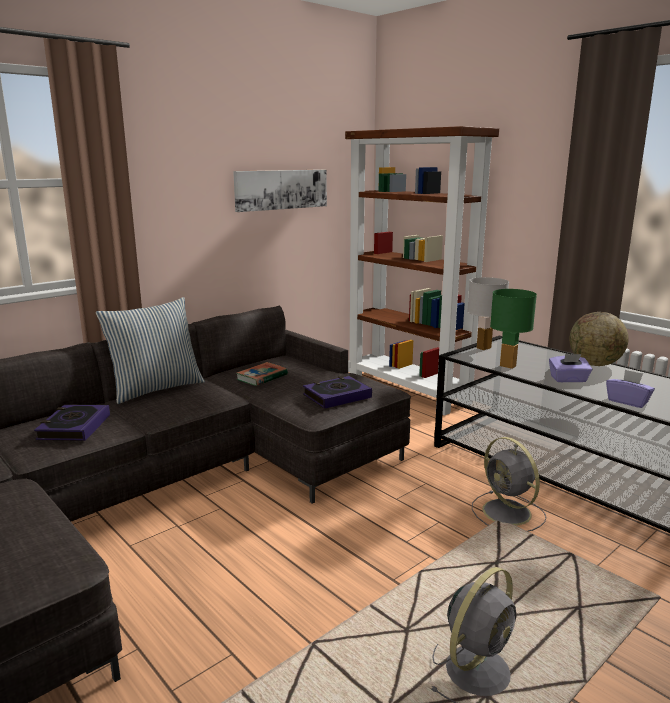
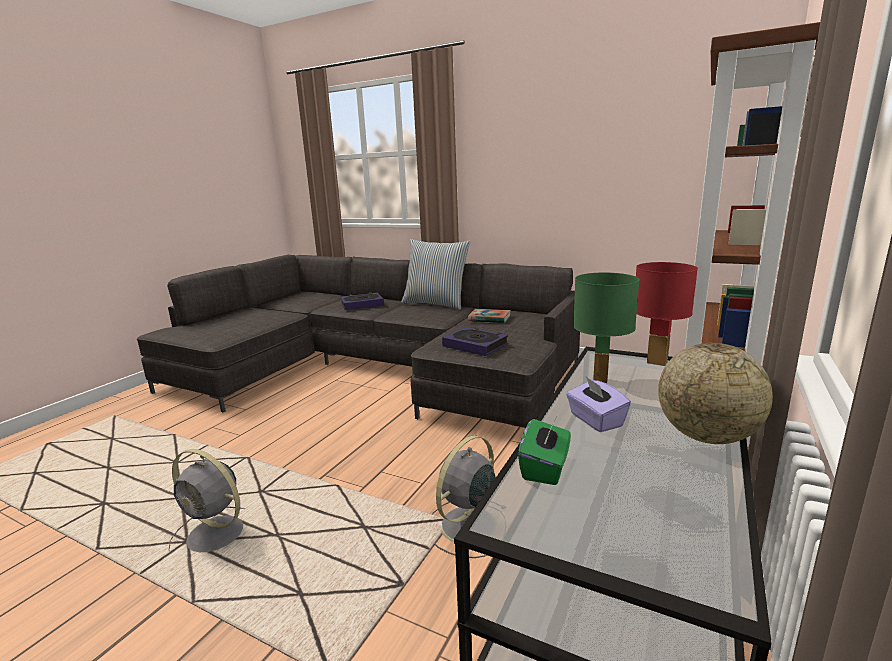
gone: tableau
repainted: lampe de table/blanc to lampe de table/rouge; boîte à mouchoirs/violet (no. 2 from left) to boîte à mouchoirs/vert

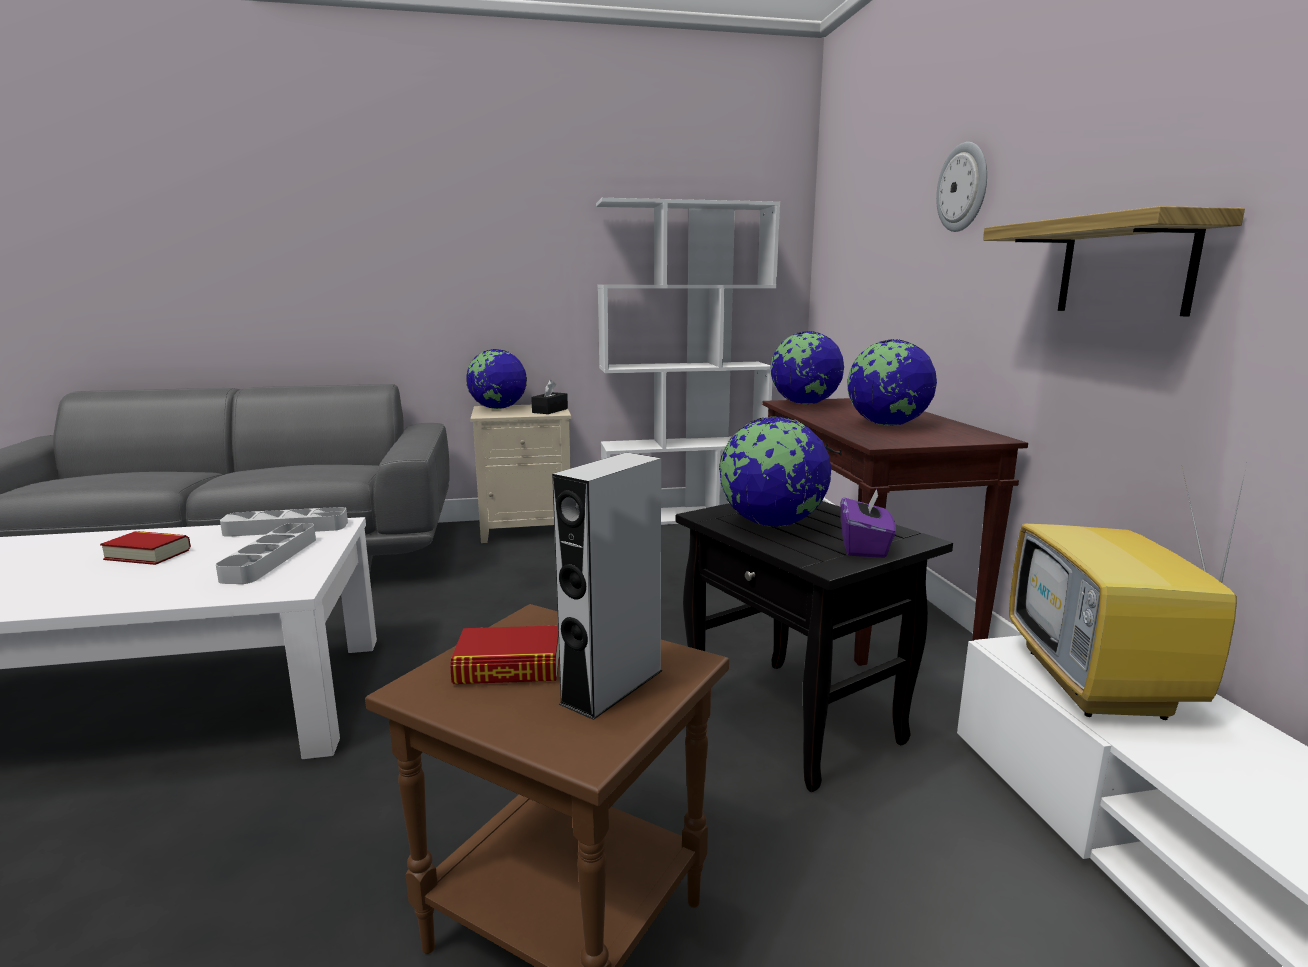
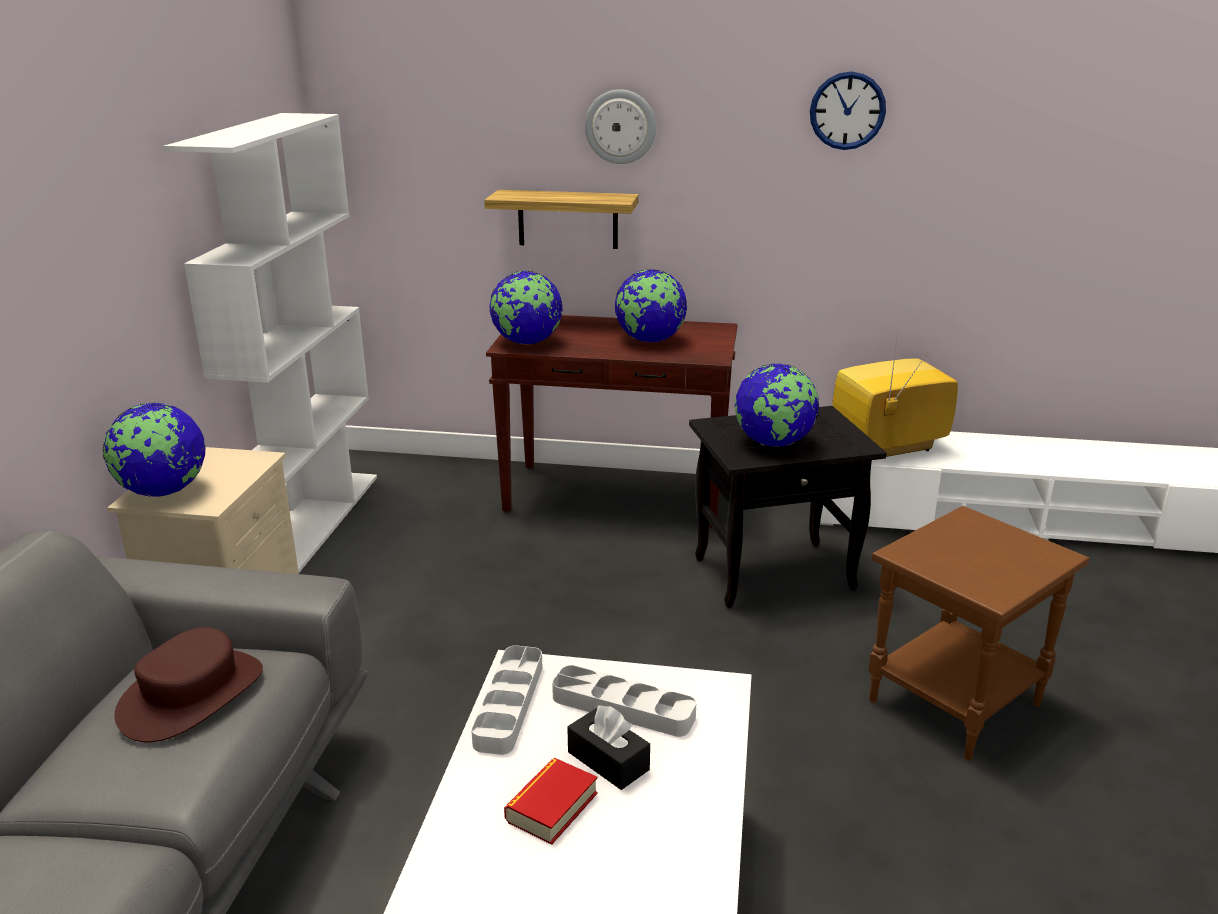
gone: livre (no. 2 from left); enceinte/gris; boîte à mouchoirs/violet
new: chapeau/marron; horloge murale (no. 2 from left)
shifted: boîte à mouchoirs/noir; étagère
rotated: téléviseur 135 degrees clockwise

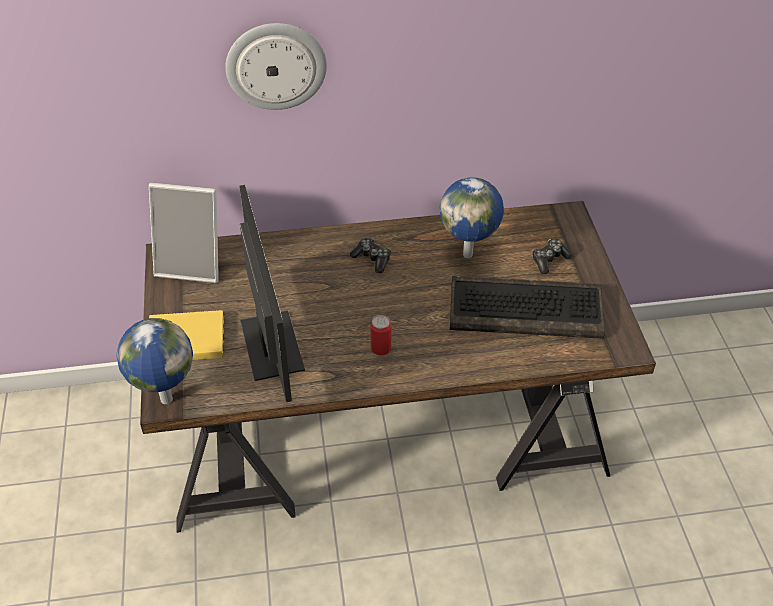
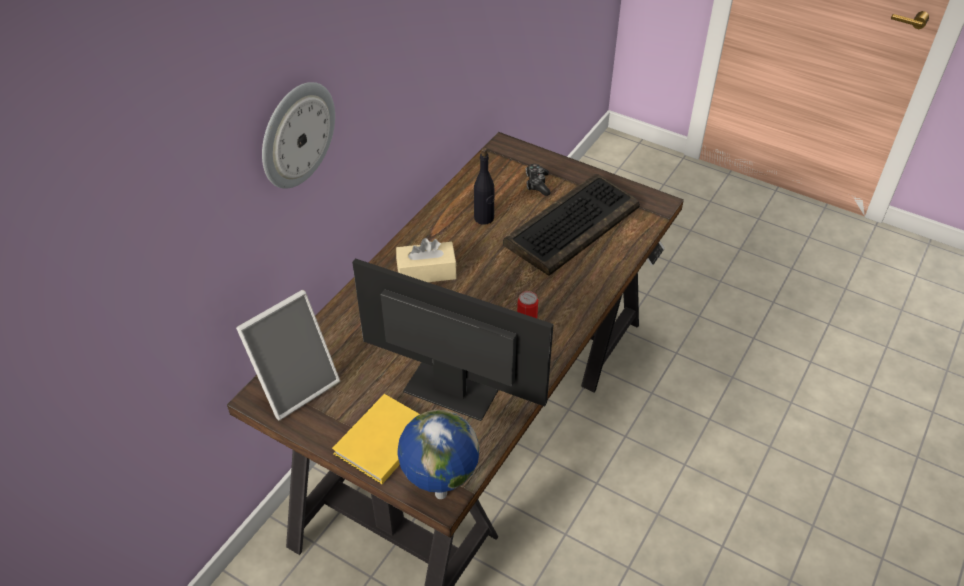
swapped: manette (no. 1 from left) to boîte à mouchoirs/beige; globe (no. 2 from left) to bouteille/noir

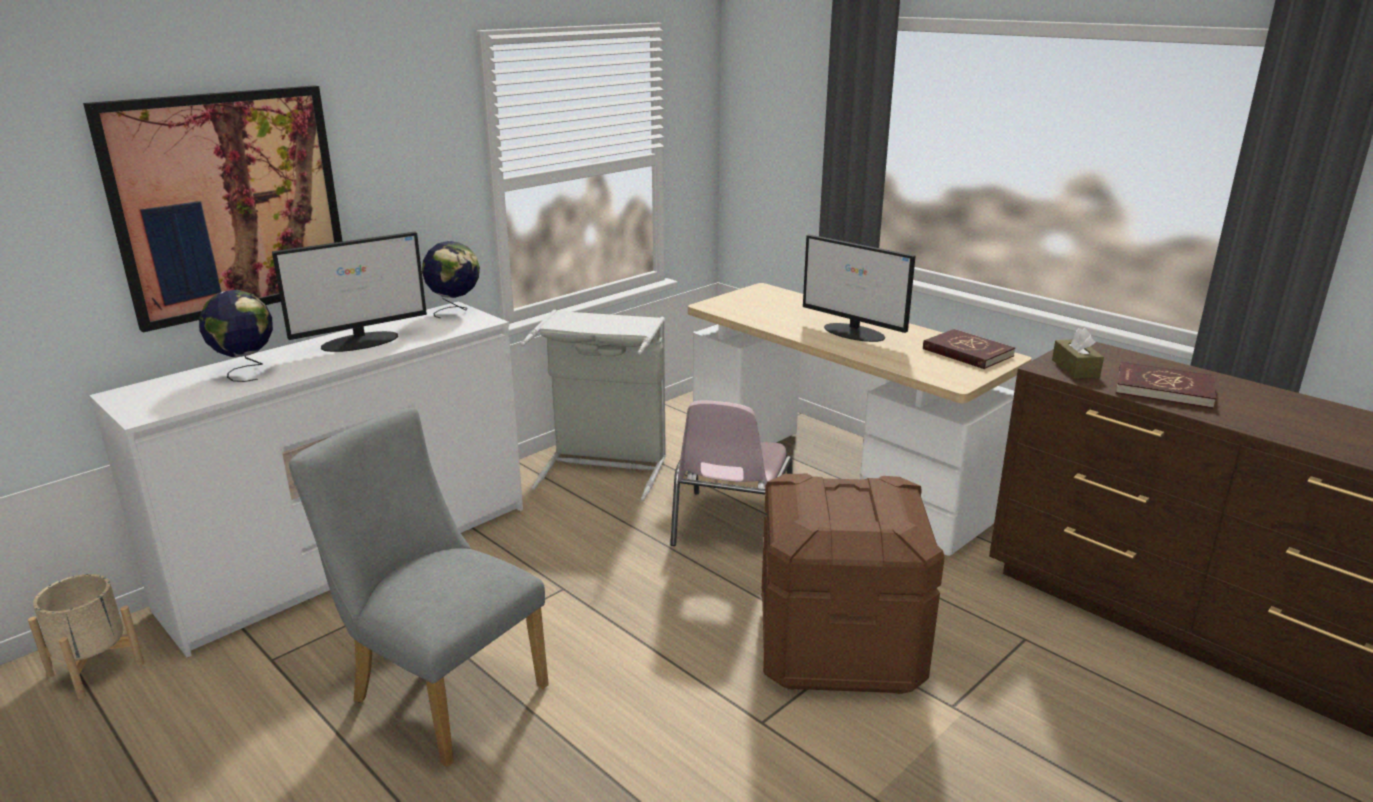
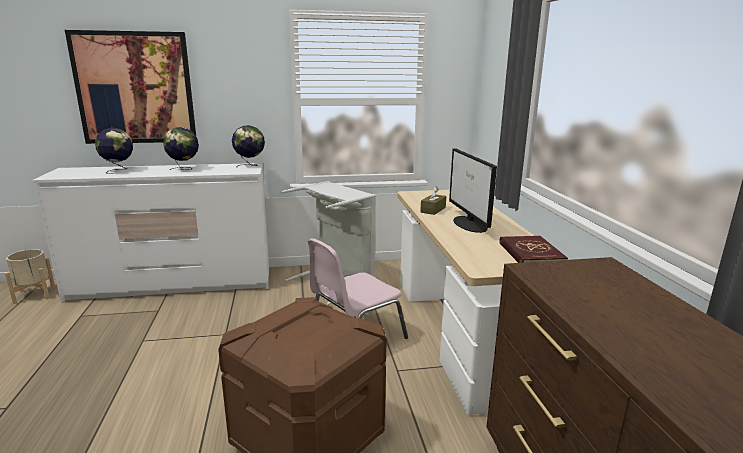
gone: chaise/gris; livre/rouge (no. 2 from left)
shifted: boîte à mouchoirs/marron
swapped: écran d'ordinateur (no. 1 from left) to globe (no. 2 from left)

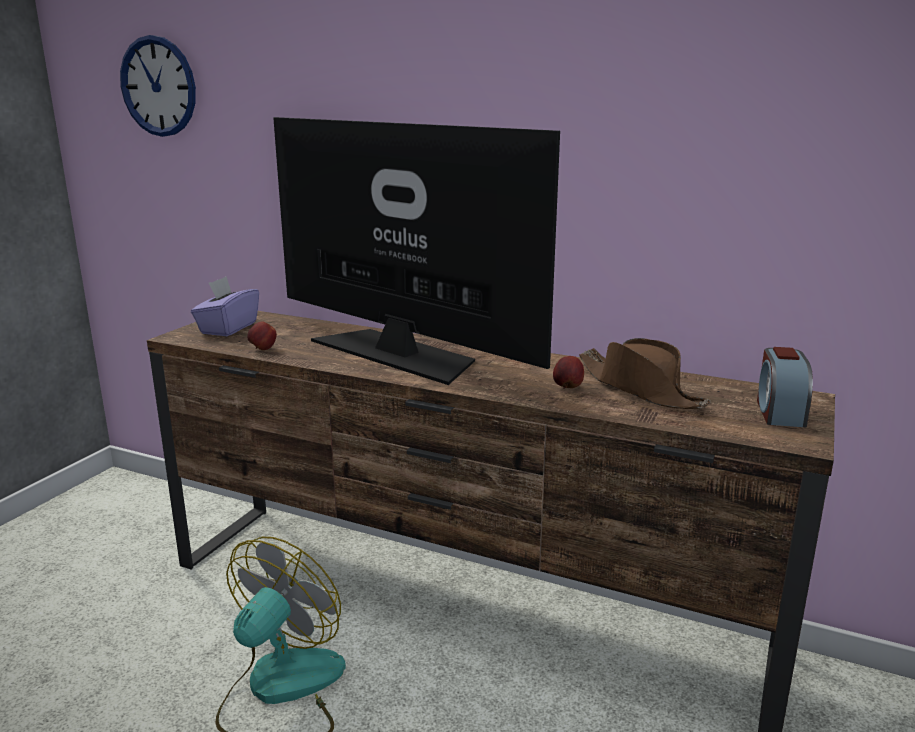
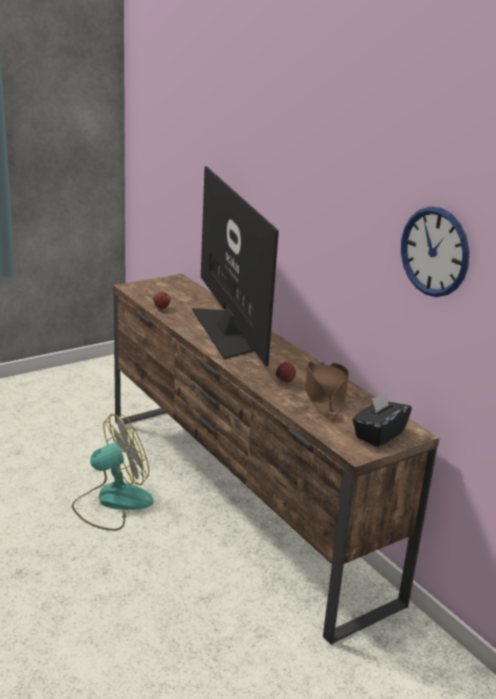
gone: boîte à mouchoirs/violet
shifted: horloge murale
swapped: réveil to boîte à mouchoirs/noir

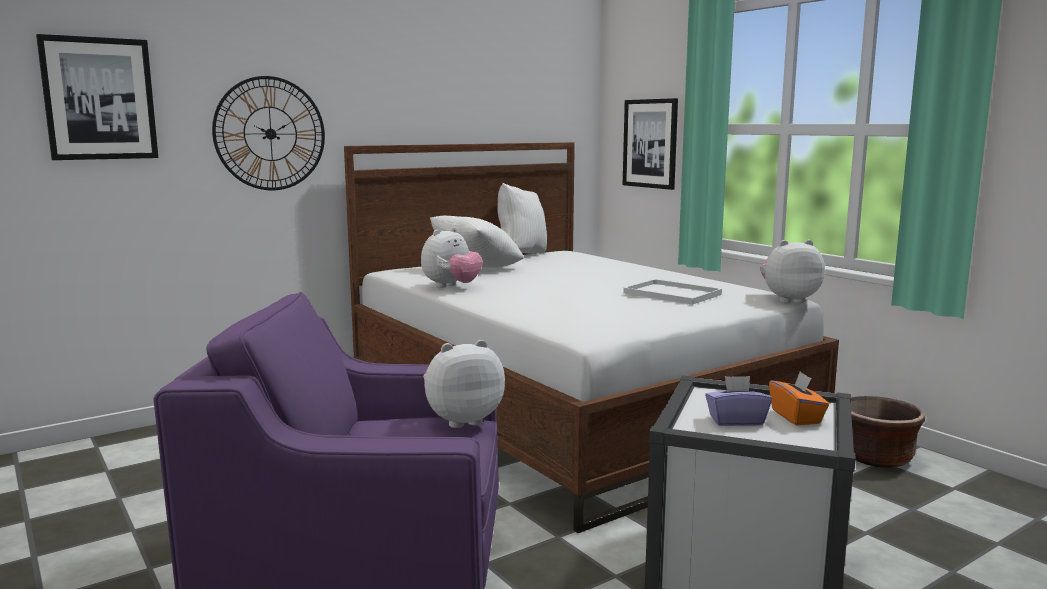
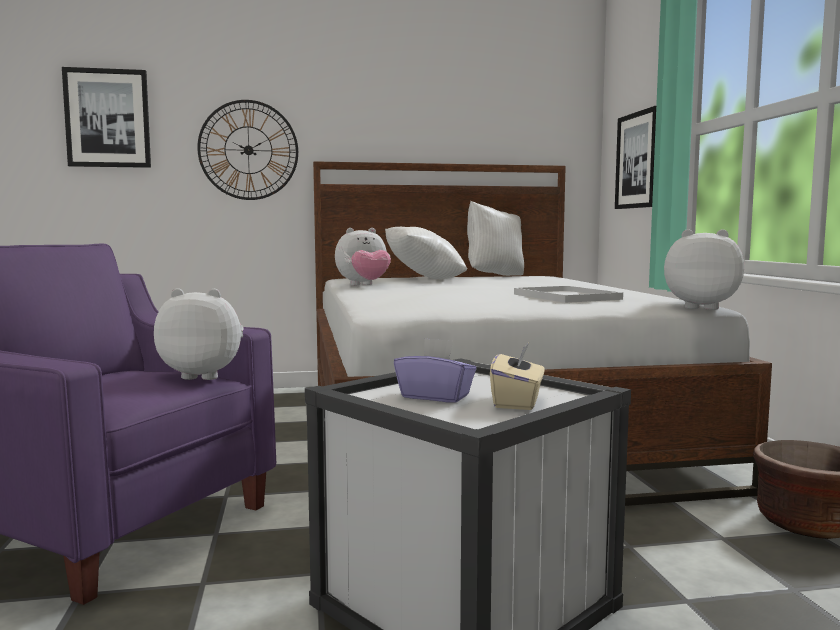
repainted: boîte à mouchoirs/orange to boîte à mouchoirs/beige

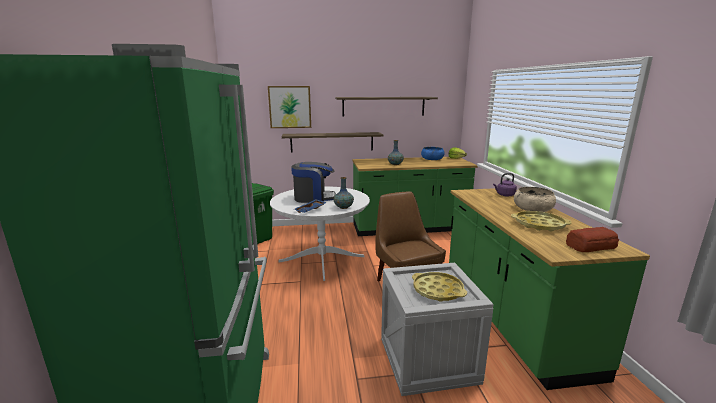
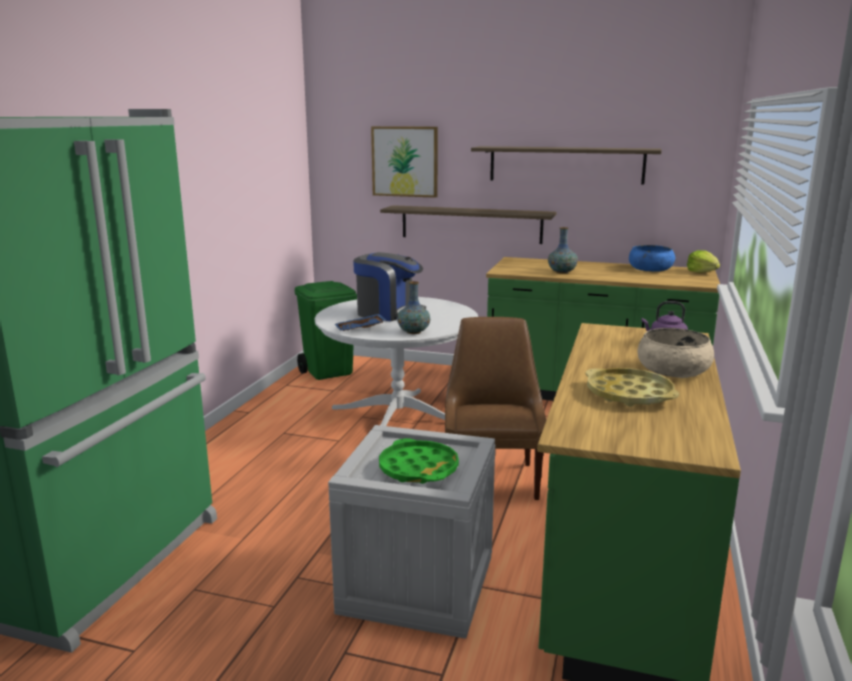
gone: pain
repainted: plateau/jaune (no. 1 from left) to plateau/vert

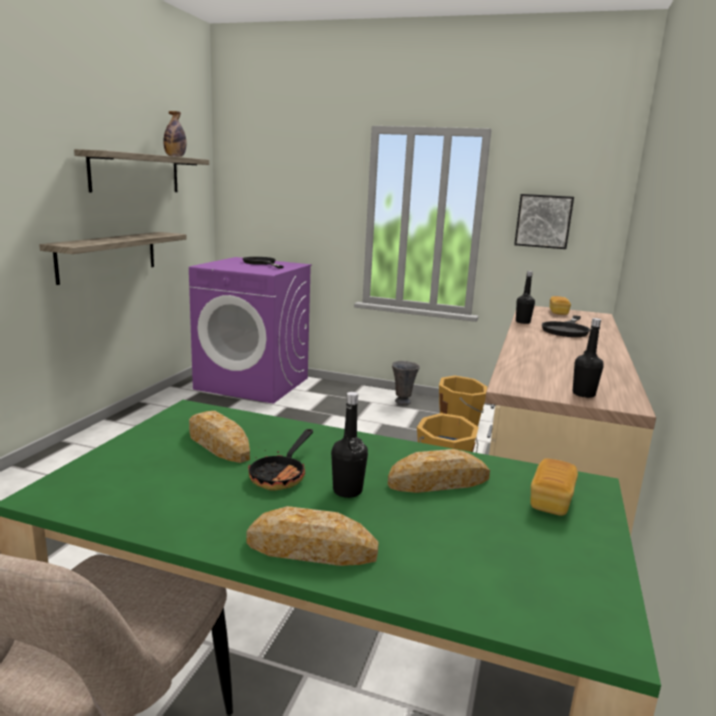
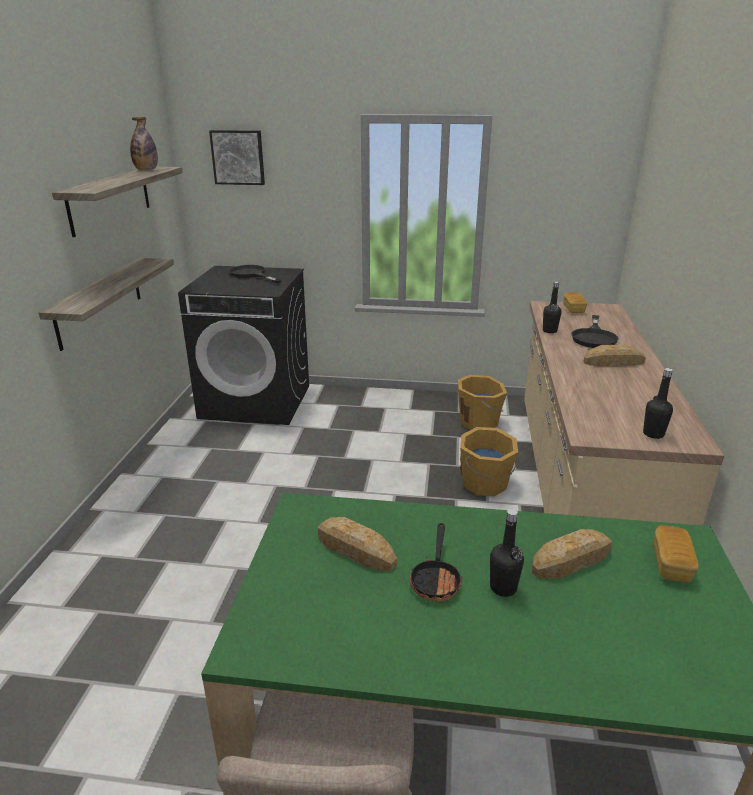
gone: vase/gris
shifted: pain (no. 2 from left in the first image) to pain (no. 4 from left); tableau
repainted: lave-linge/violet to lave-linge/noir

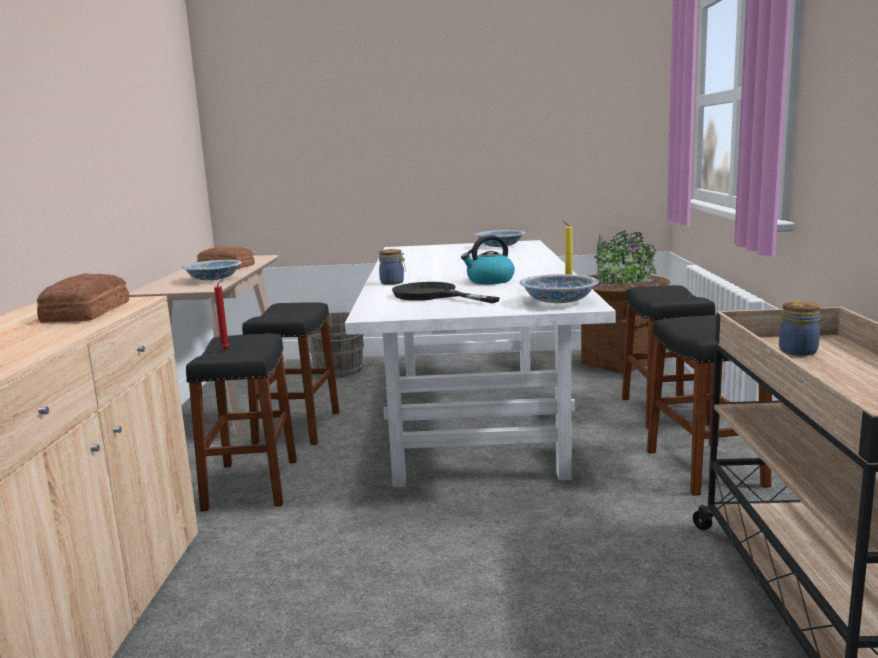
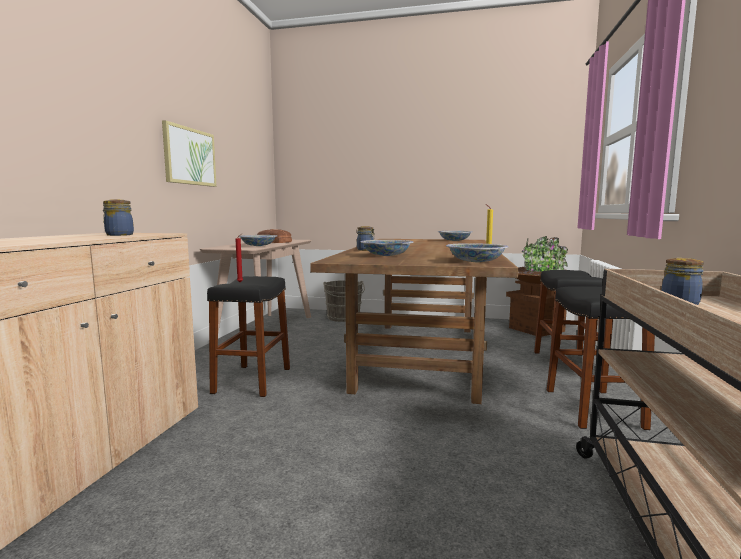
gone: tabouret/noir (no. 2 from left); bouilloire
new: tableau
swapped: pain (no. 1 from left) to bocal (no. 1 from left); poêle/noir to bol (no. 2 from left)
repainted: table à manger/blanc to table à manger/marron

